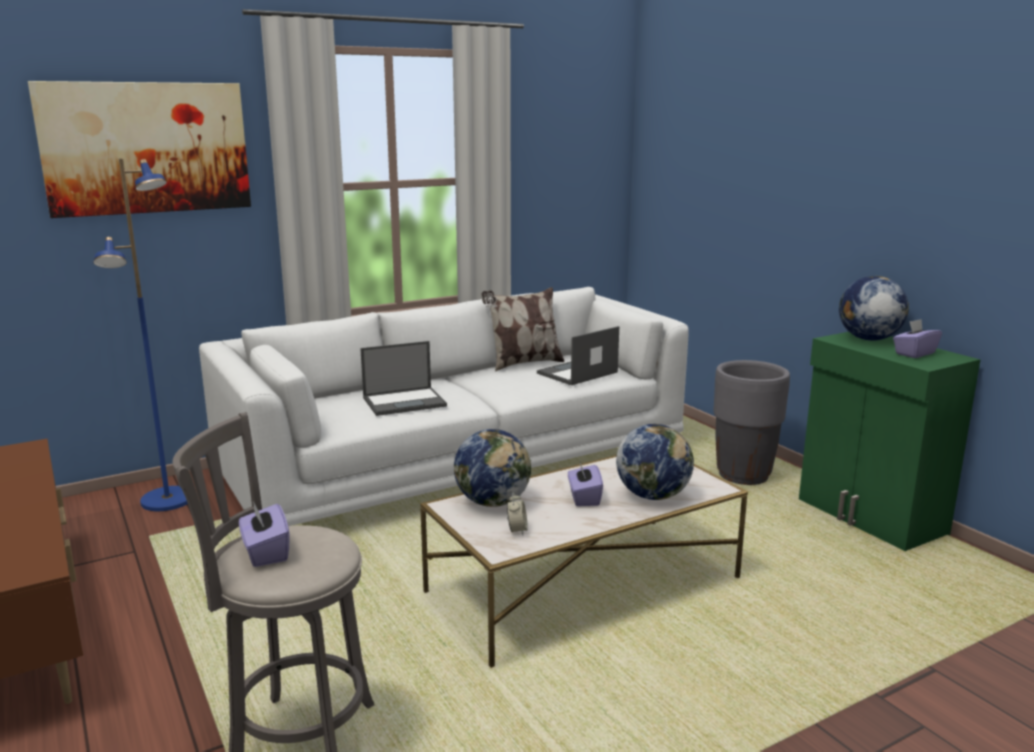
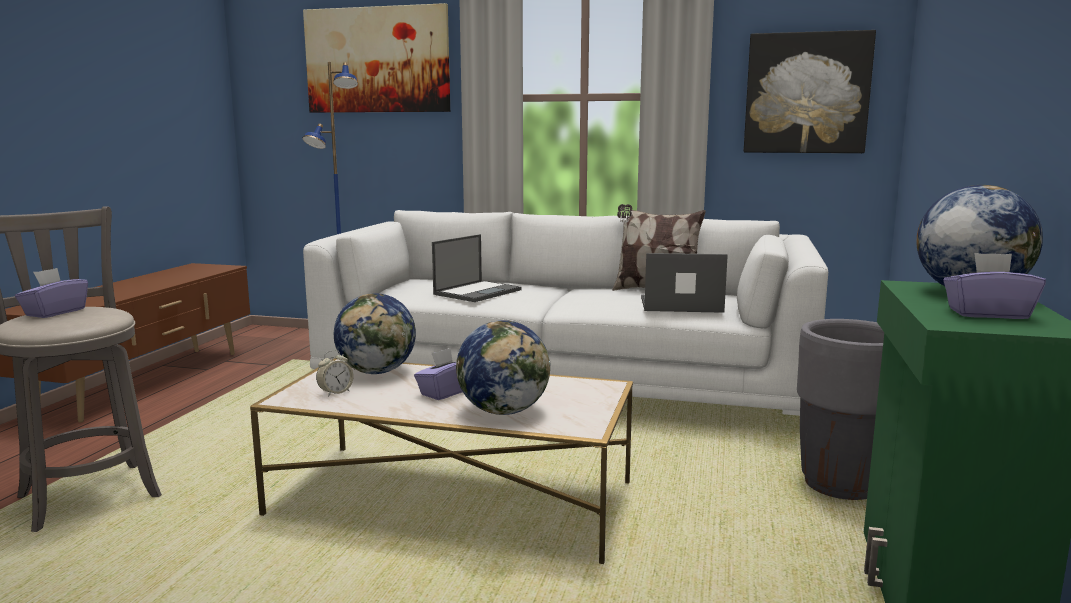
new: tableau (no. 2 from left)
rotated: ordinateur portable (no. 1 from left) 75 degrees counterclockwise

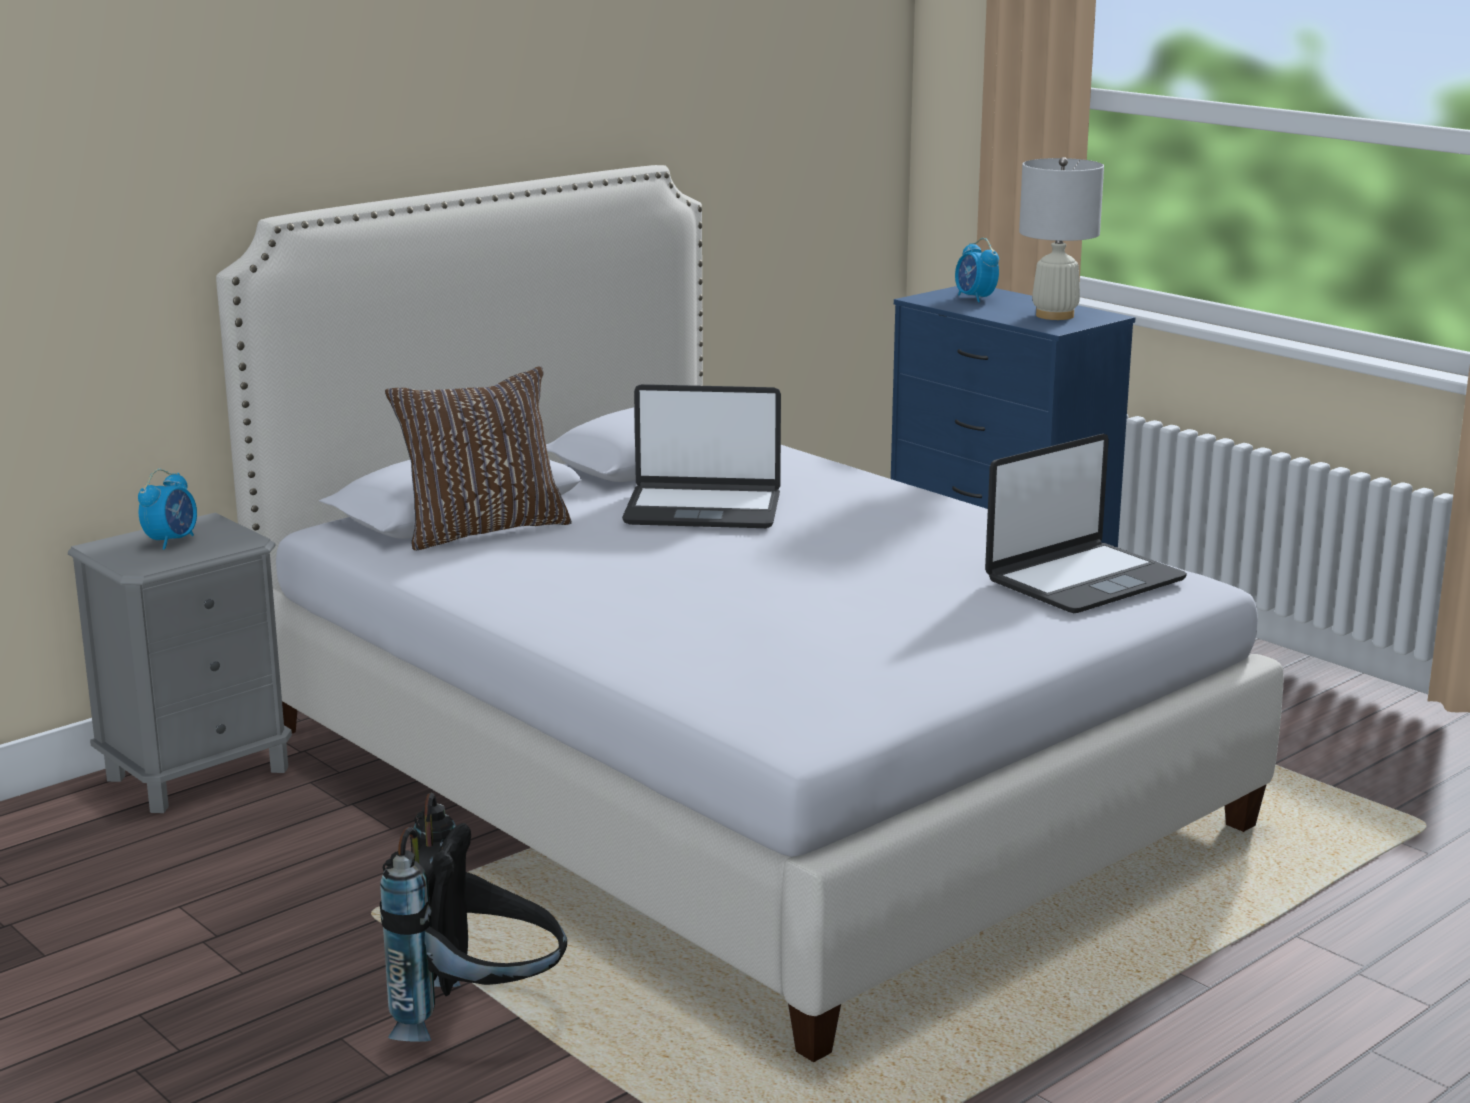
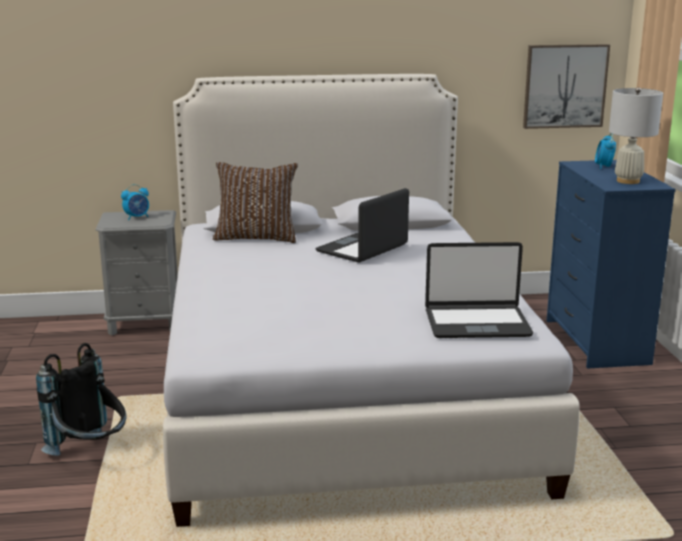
new: tableau
rotated: ordinateur portable (no. 1 from left) 90 degrees clockwise

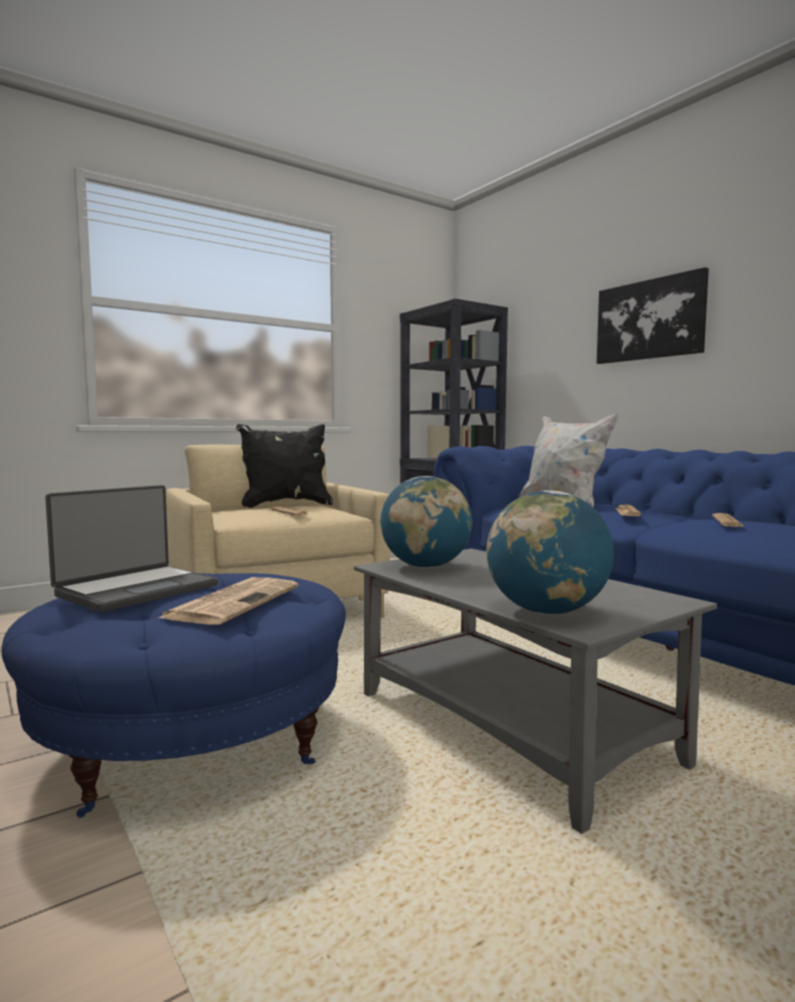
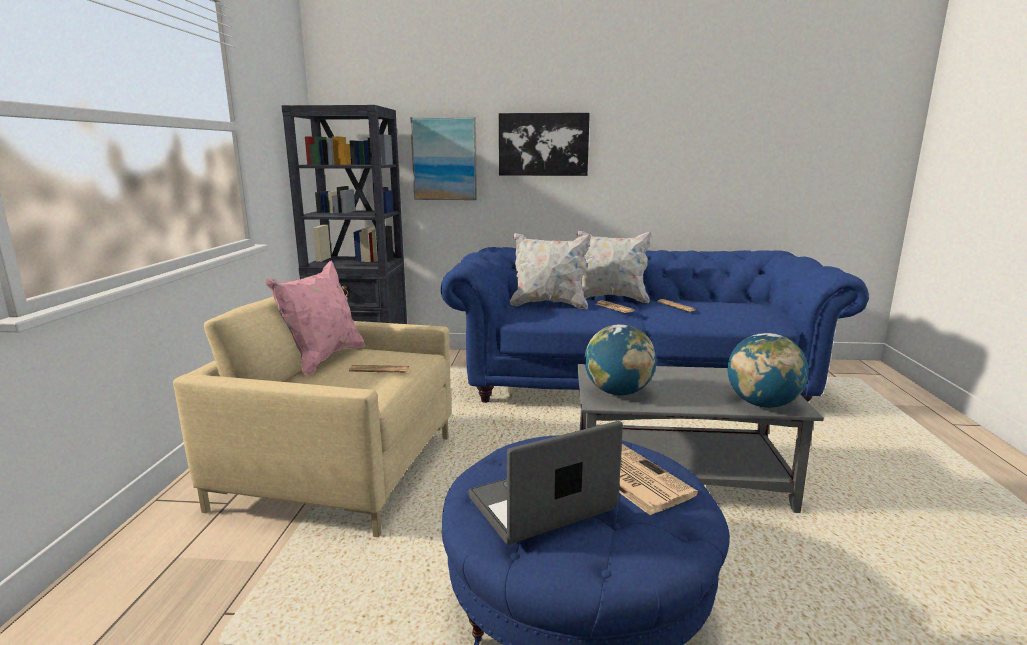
new: tableau (no. 1 from left); coussin/blanc (no. 2 from left)
repainted: coussin/noir to coussin/rose
rotated: ordinateur portable 105 degrees counterclockwise

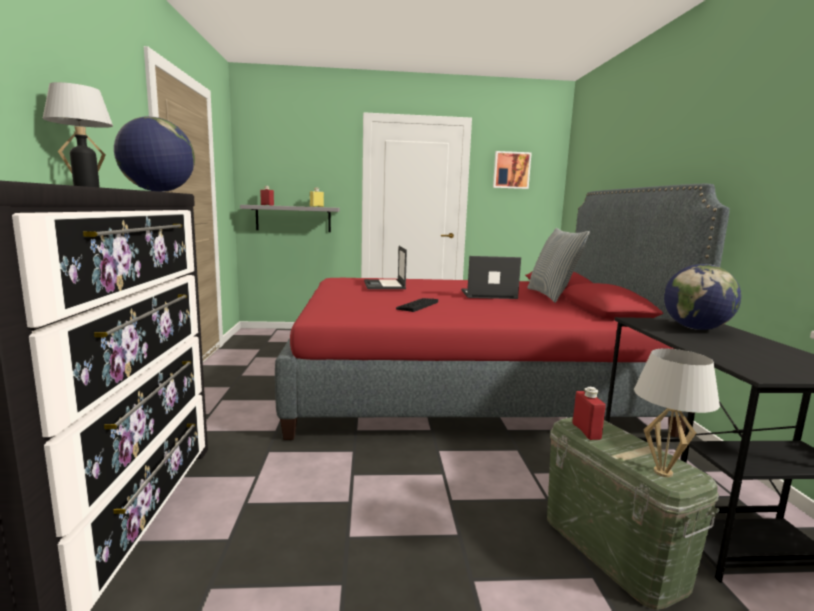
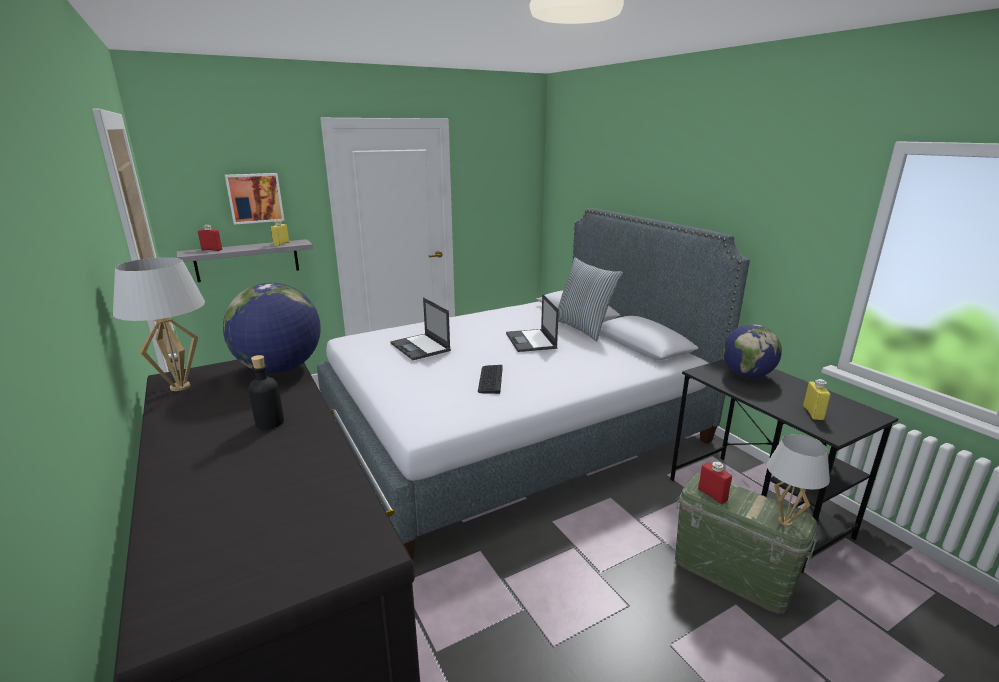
new: bouteille/jaune (no. 2 from left)
shifted: tableau
repainted: lit/rouge to lit/gris
rotated: ordinateur portable (no. 2 from left) 75 degrees counterclockwise

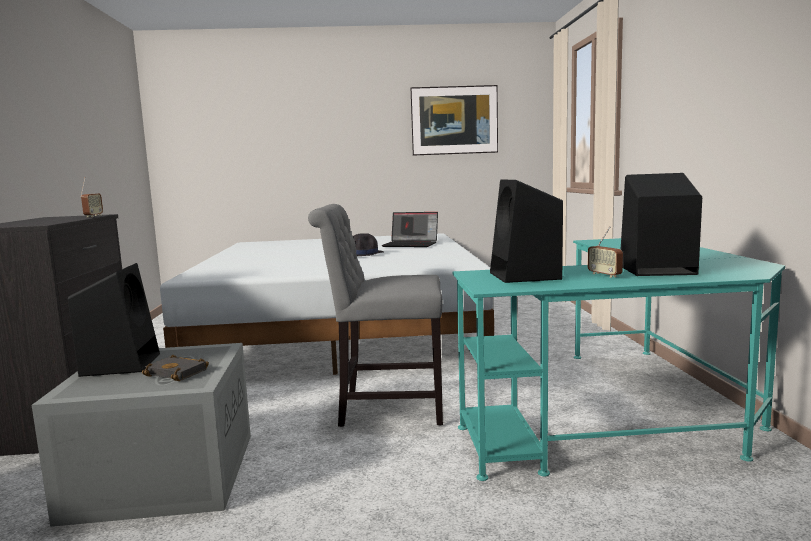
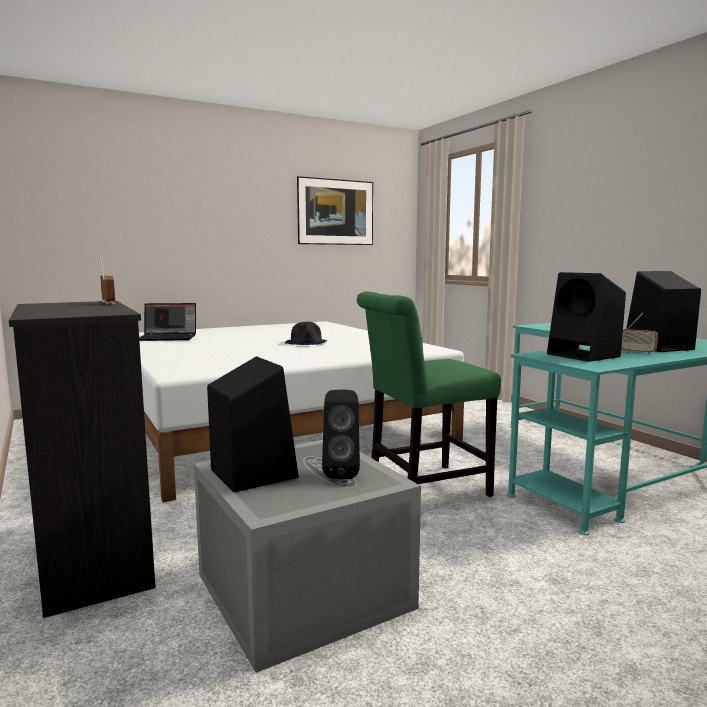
shifted: ordinateur portable
swapped: livre/noir to enceinte/noir (no. 2 from left)
repainted: chaise/gris to chaise/vert

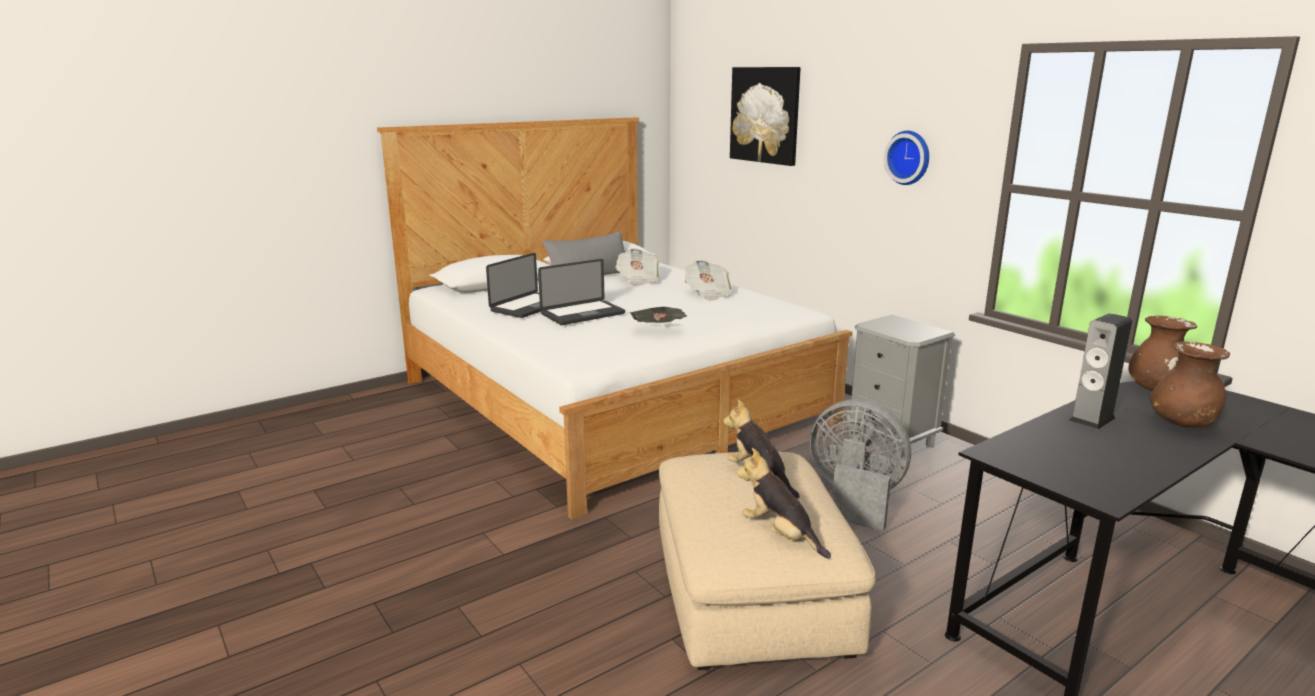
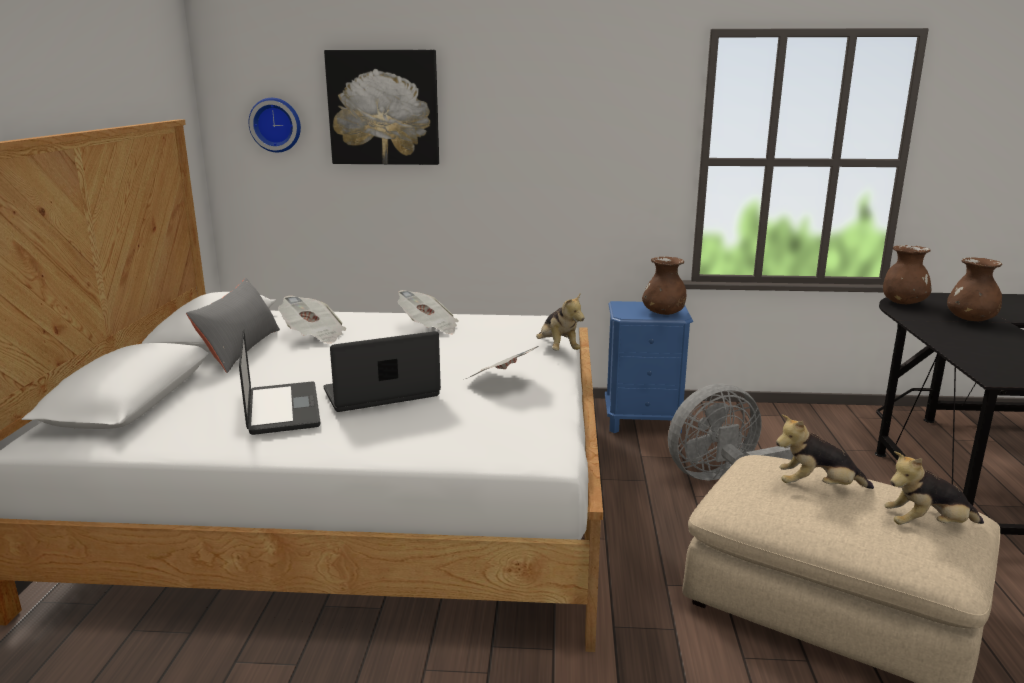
gone: enceinte
new: peluche (no. 1 from left); vase/marron (no. 1 from left)
shifted: horloge murale
repainted: table de chevet/gris to table de chevet/bleu
rotated: ordinateur portable (no. 2 from left) 120 degrees counterclockwise

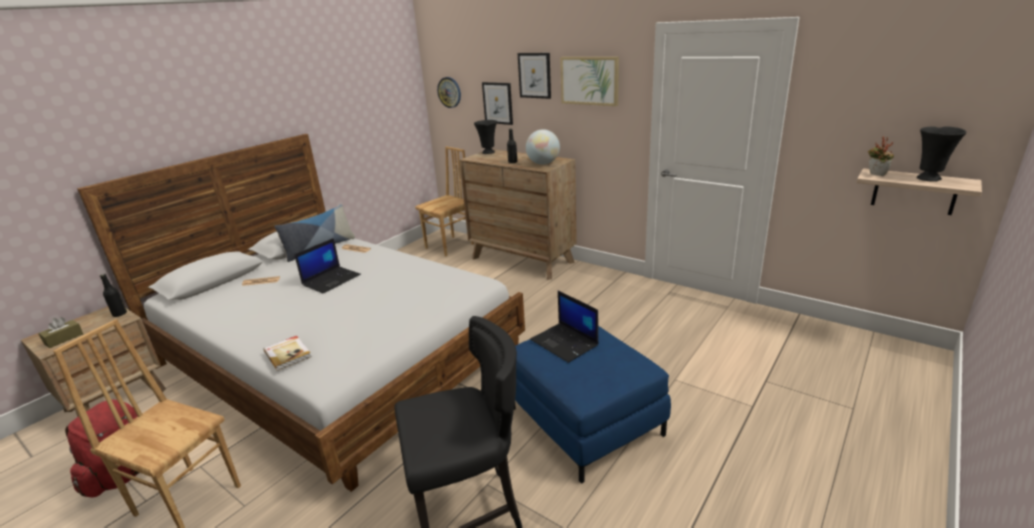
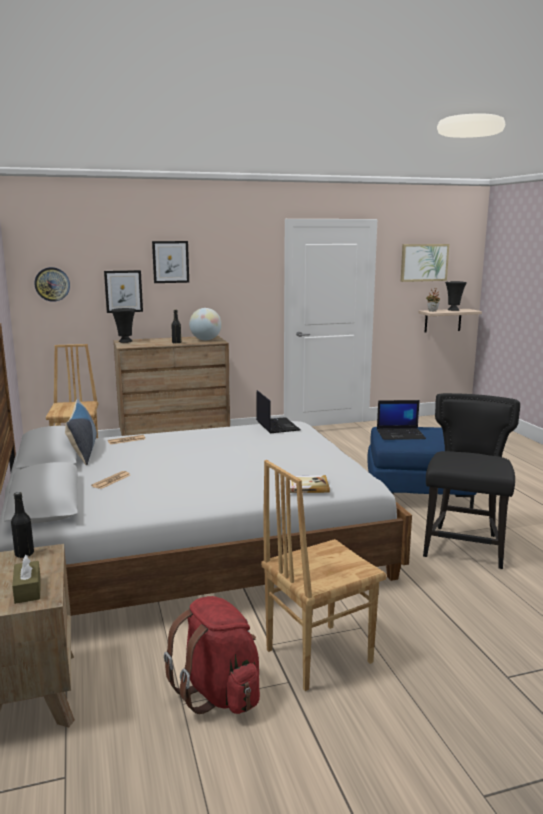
shifted: ordinateur portable (no. 1 from left); tableau (no. 3 from left)

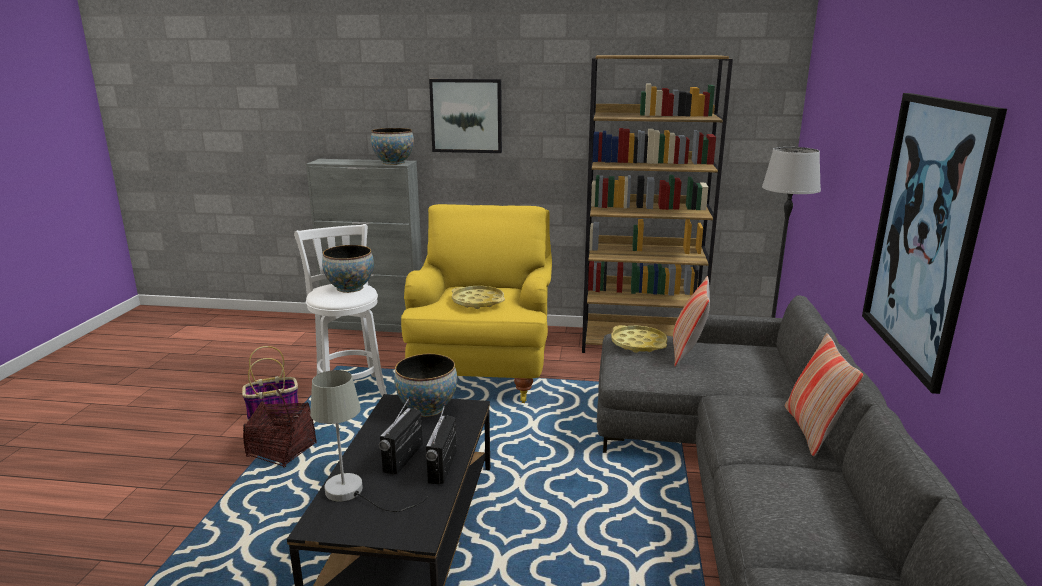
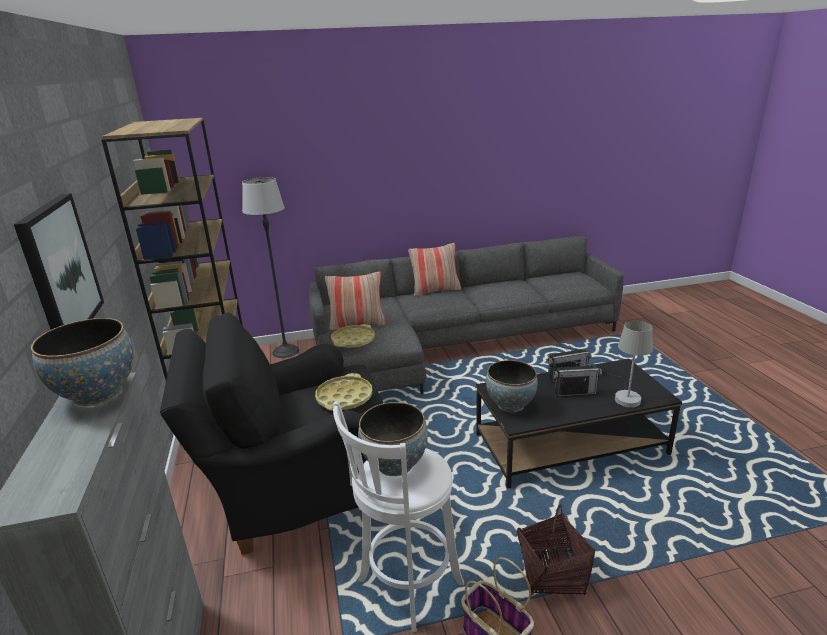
gone: tableau (no. 2 from left)
repainted: fauteuil/jaune to fauteuil/noir

